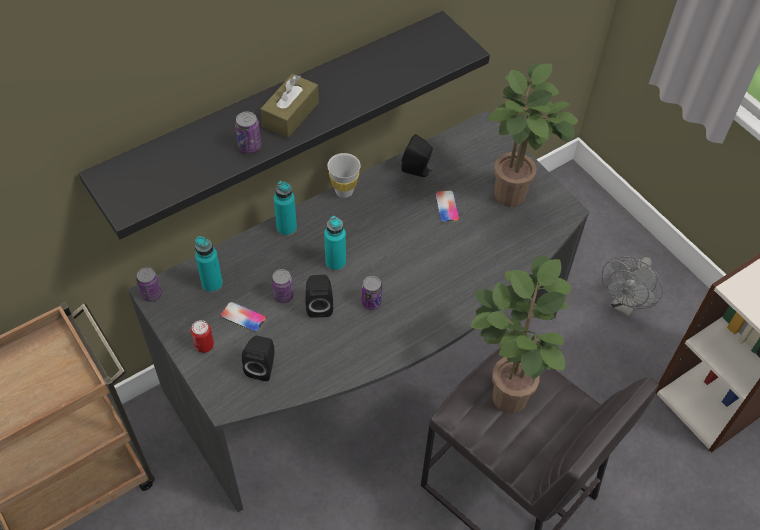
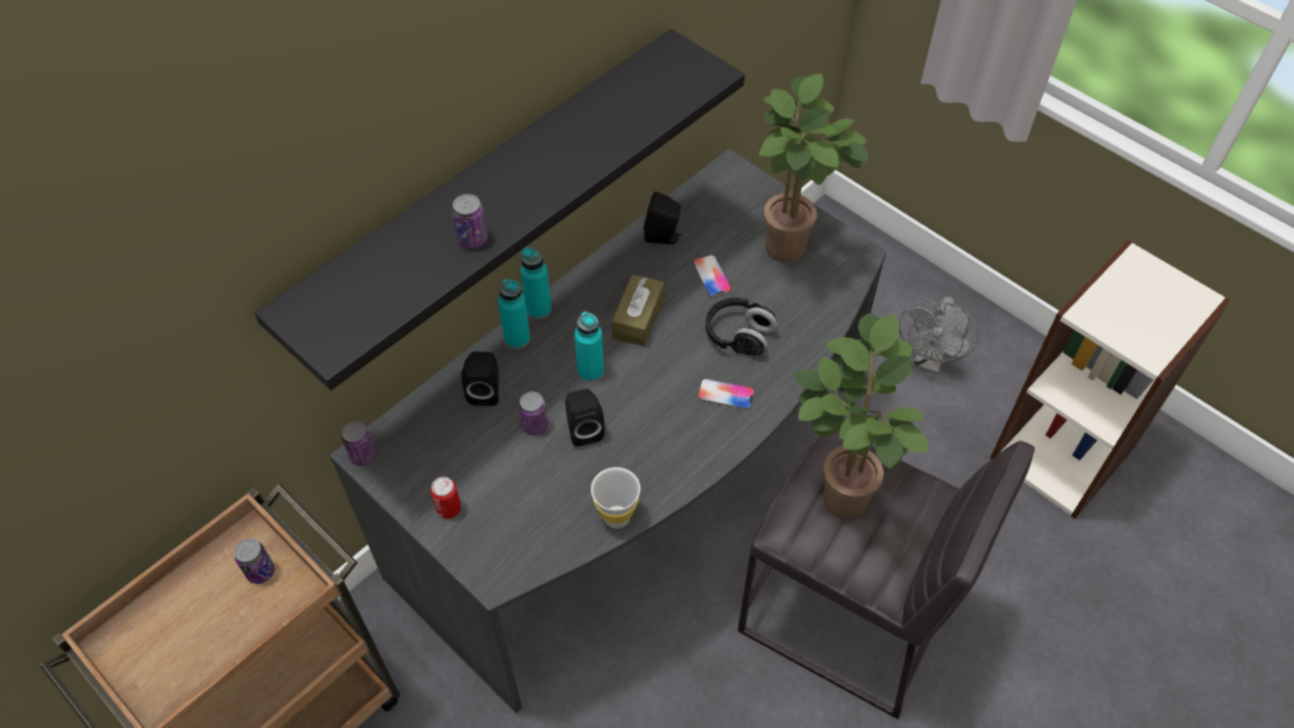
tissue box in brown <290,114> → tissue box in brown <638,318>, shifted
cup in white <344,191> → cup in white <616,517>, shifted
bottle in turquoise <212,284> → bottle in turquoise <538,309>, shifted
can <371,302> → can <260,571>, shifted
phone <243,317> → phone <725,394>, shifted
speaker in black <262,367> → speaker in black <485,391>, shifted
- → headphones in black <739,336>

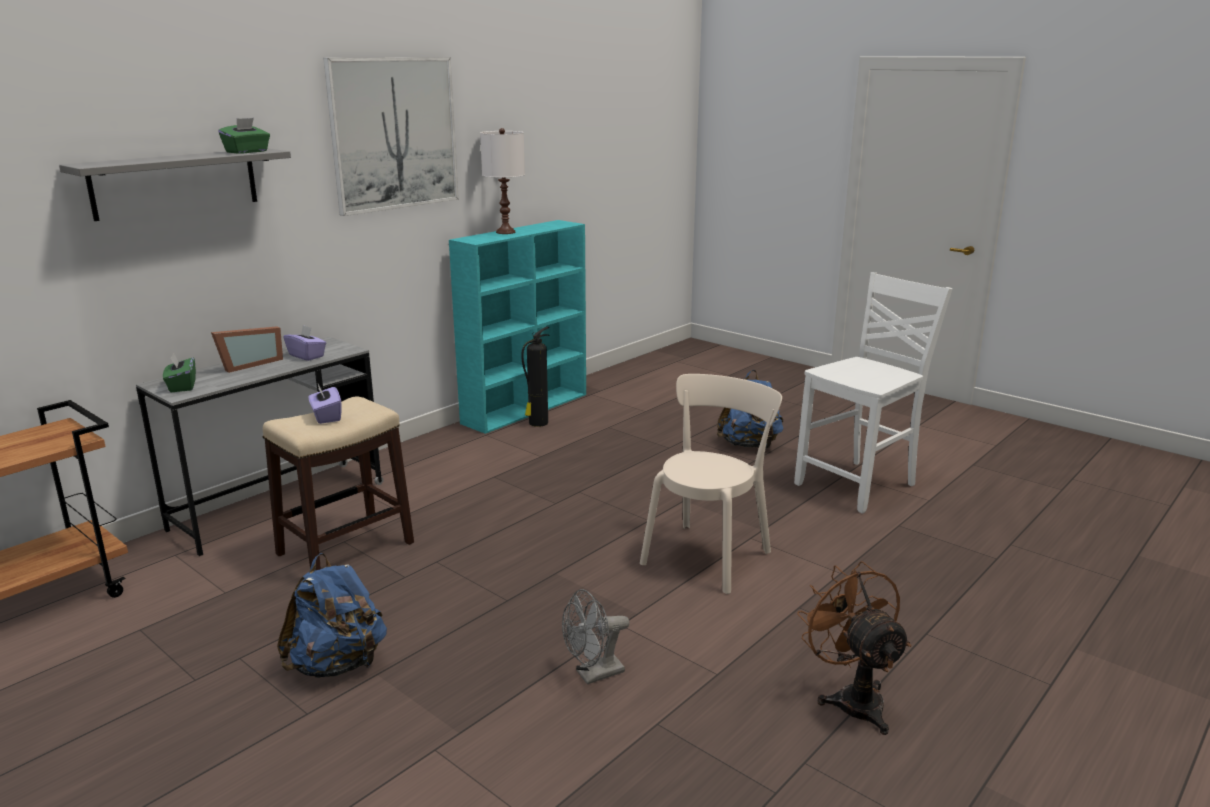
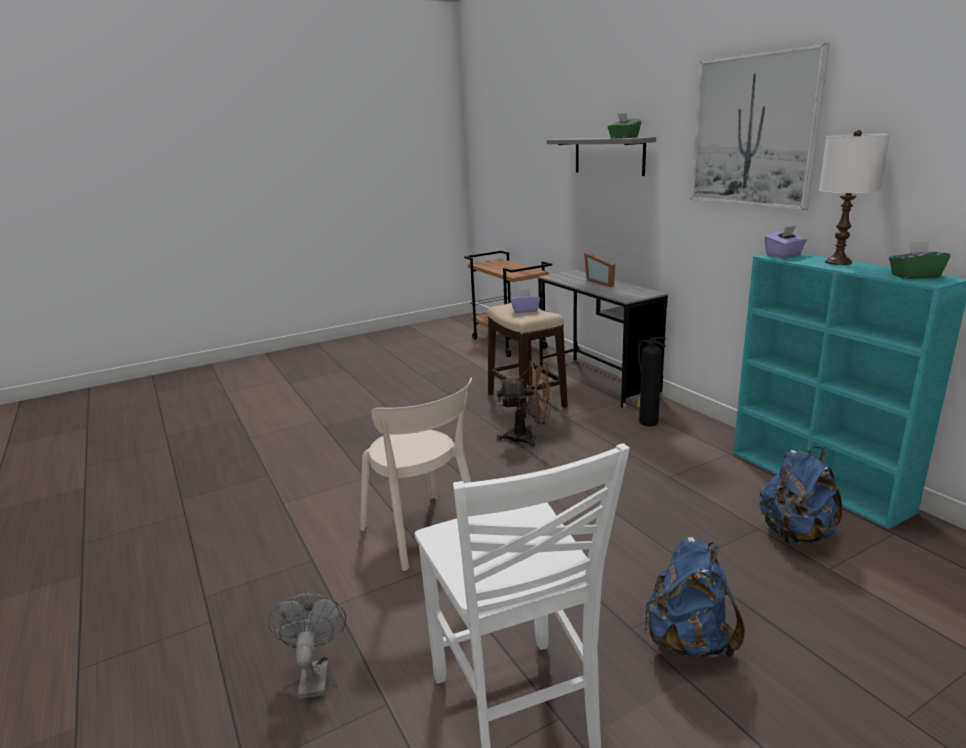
tissue box in purple <307,356> → tissue box in purple <784,255>, shifted
fire extinguisher <537,423> → fire extinguisher <647,422>, shifted
tissue box in green <182,386> → tissue box in green <914,276>, shifted
backpack in blue <337,665> → backpack in blue <796,534>, shifted
fan in brown <852,698> → fan in brown <528,437>, shifted
fan in grey <593,674> → fan in grey <314,674>, shifted

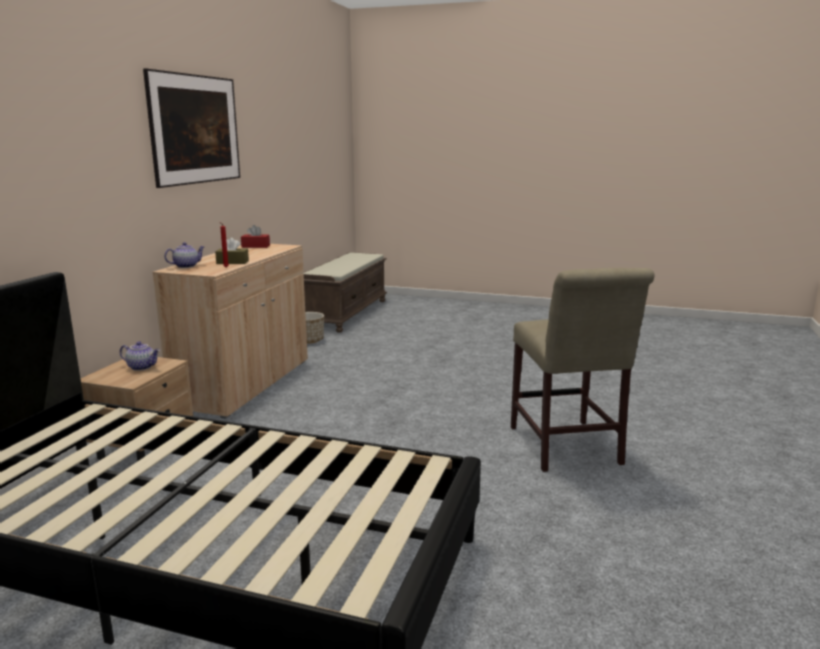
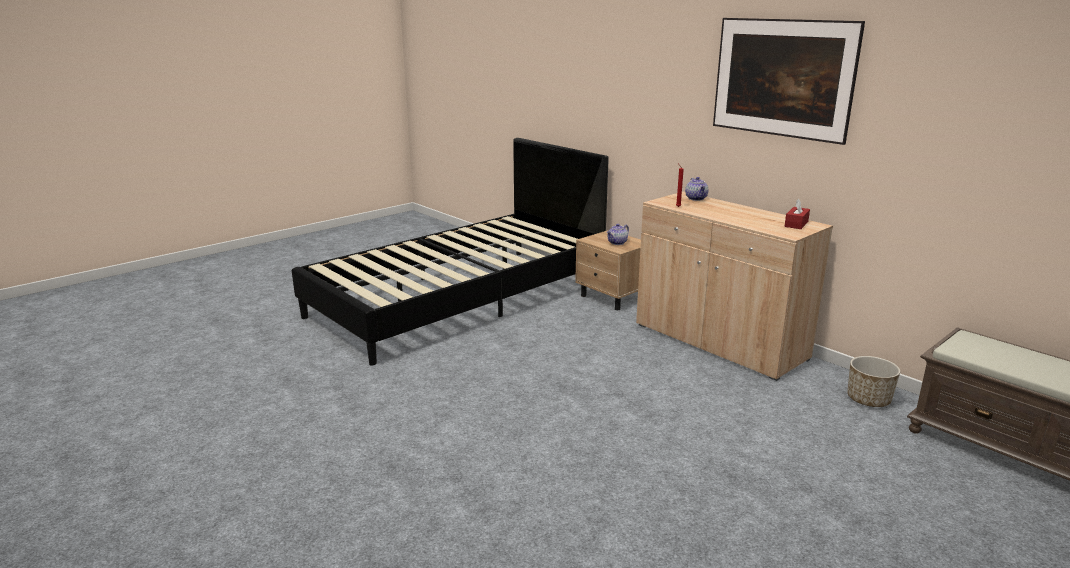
tissue box in brown <232,262> → -
chair in beige <566,448> → -

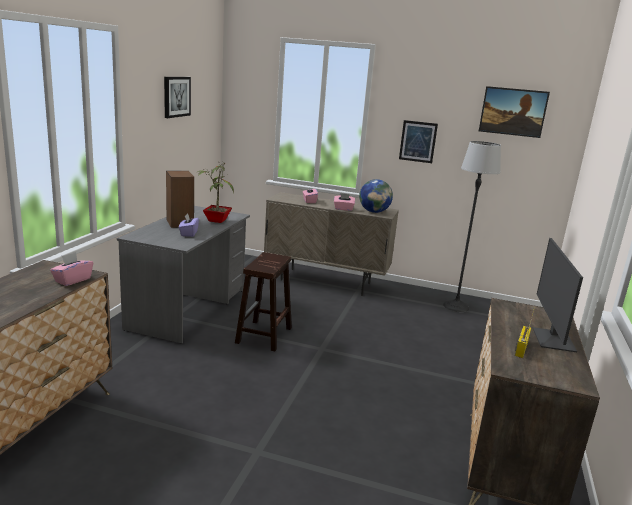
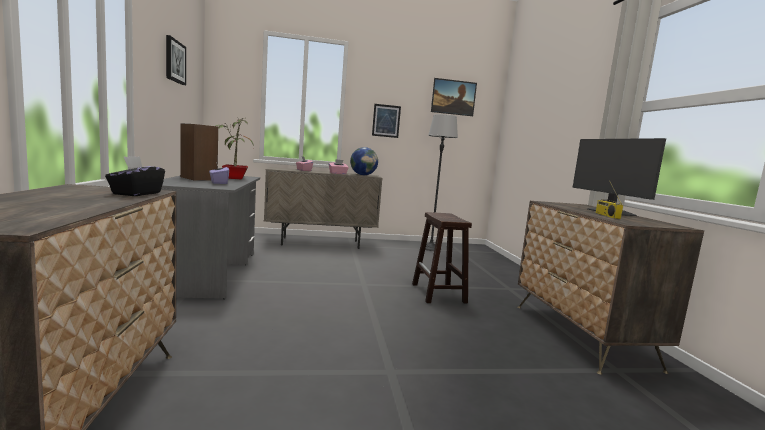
tissue box in pink <72,280> → tissue box in black <136,193>
stool in brown <264,336> → stool in brown <439,293>, shifted

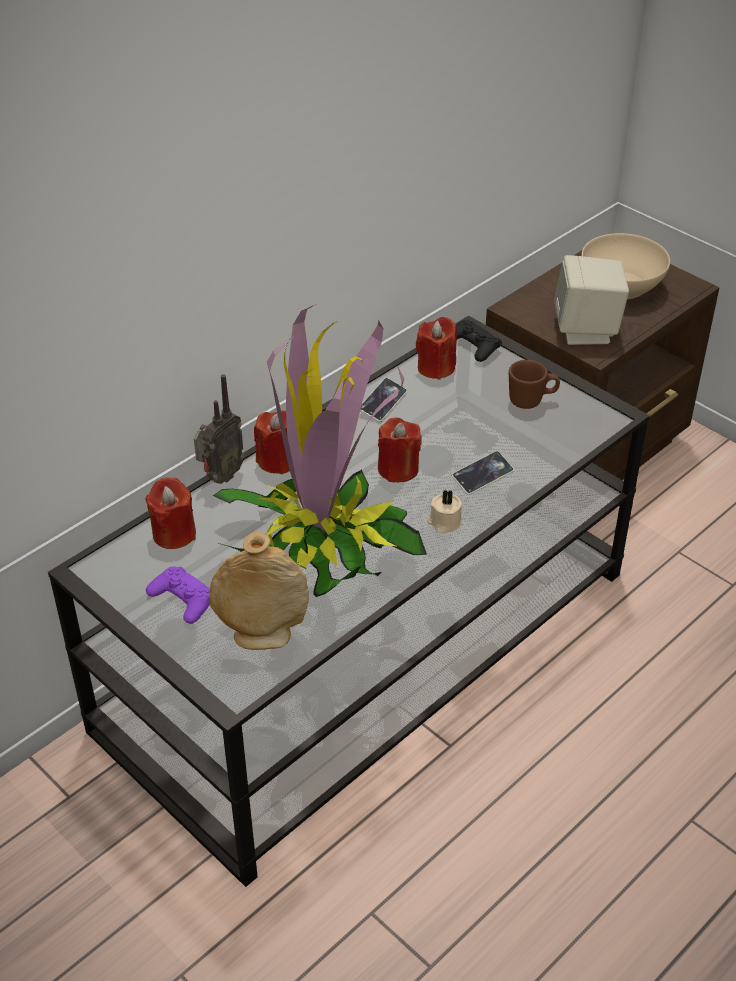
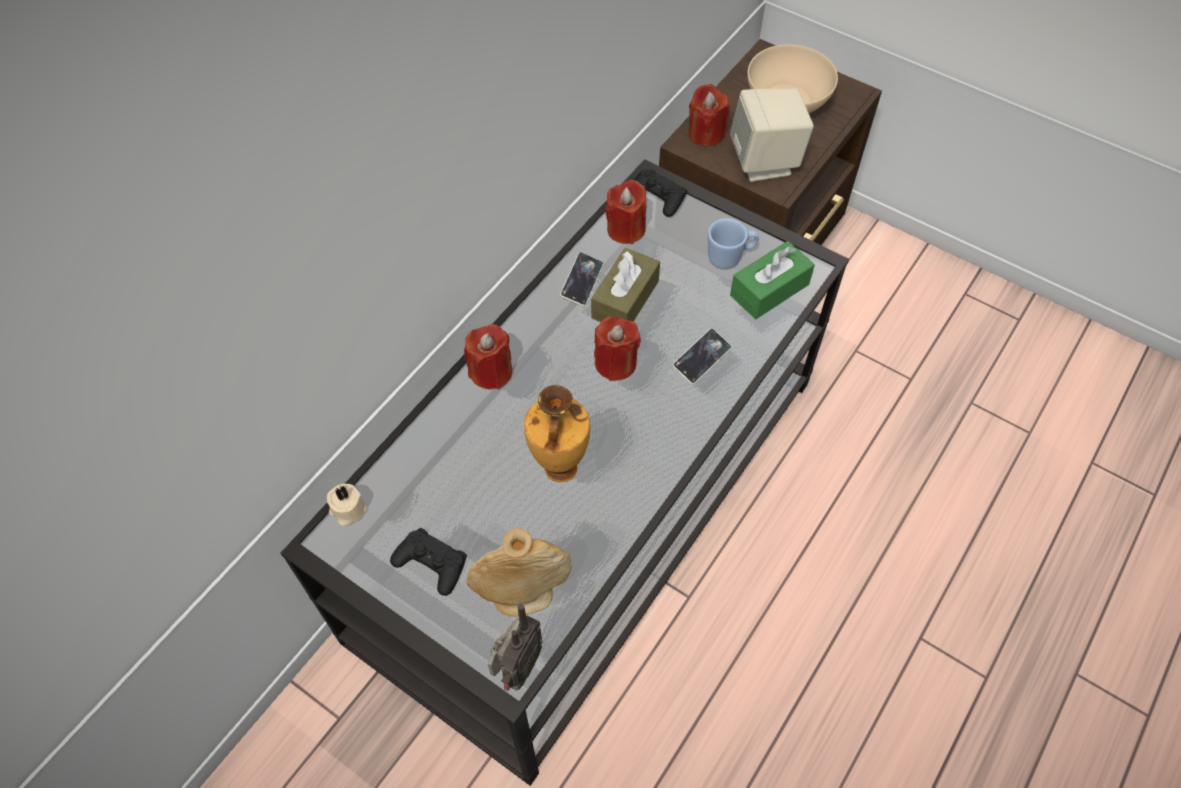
potted plant <322,544> → vase <559,470>
mug in brown <531,401> → mug in blue <730,257>
radio <220,477> → radio <517,669>, shifted
candle in red <174,534> → candle in red <706,133>, shifted
candle in beige <444,522> → candle in beige <348,510>, shifted
game controller in purple <183,599> → game controller in black <431,563>
- → tissue box in green <769,290>
- → tissue box in brown <625,299>

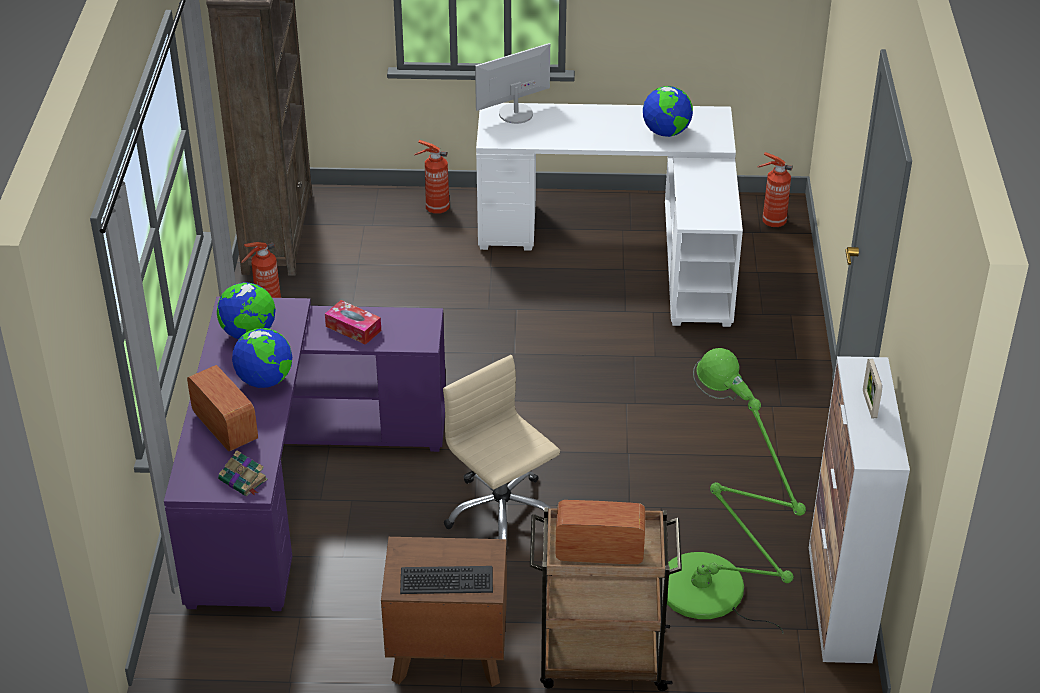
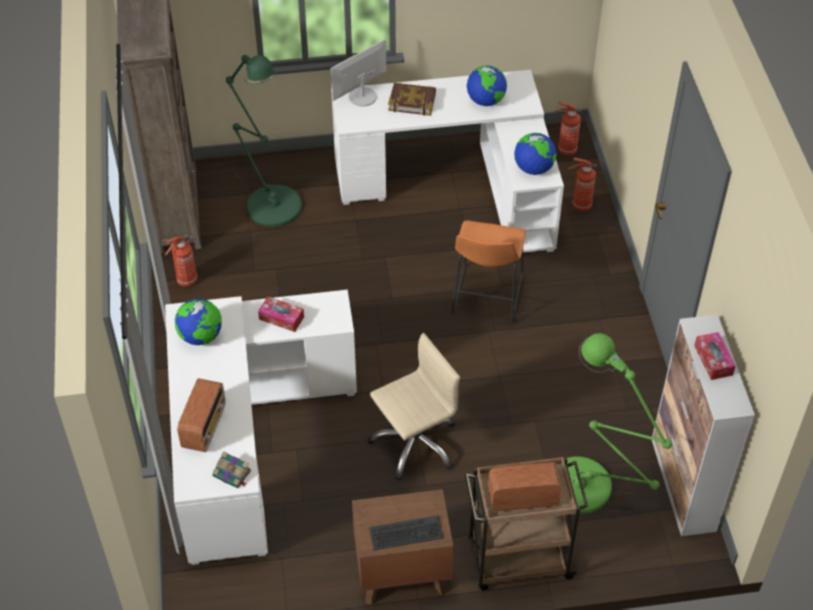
fire extinguisher <435,208> → fire extinguisher <580,206>, shifted
desk in purple <290,481> → desk in white <244,438>
globe <265,380> → globe <533,168>, shifted
office chair in beige <501,513> → office chair in beige <414,443>, 105 degrees clockwise
picture frame <869,405> → tissue box <713,360>
radio <225,427> → radio <204,426>, 60 degrees clockwise
- → floor lamp in green <270,201>
- → book <412,101>
- → stool in orange <486,298>

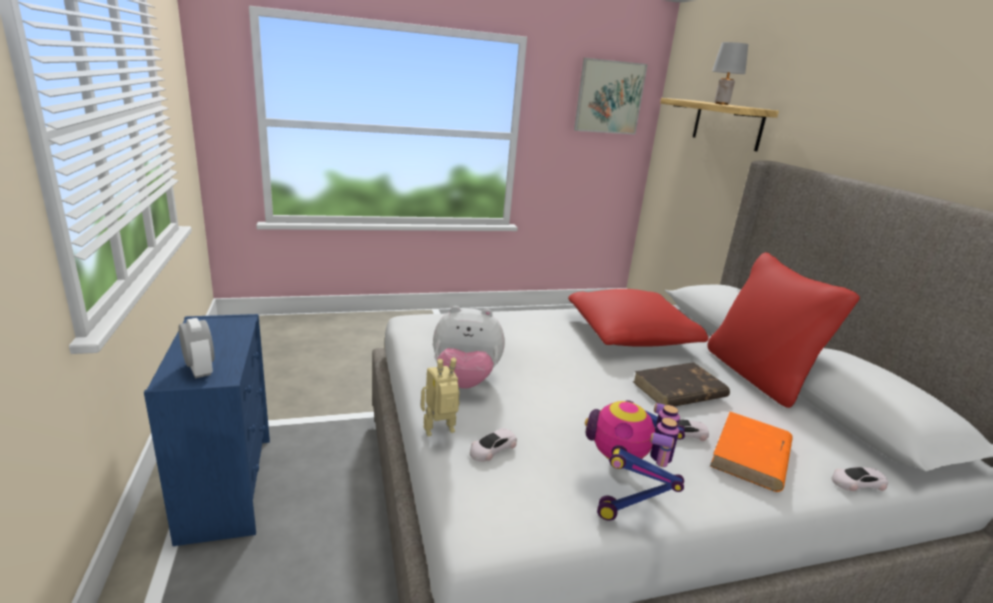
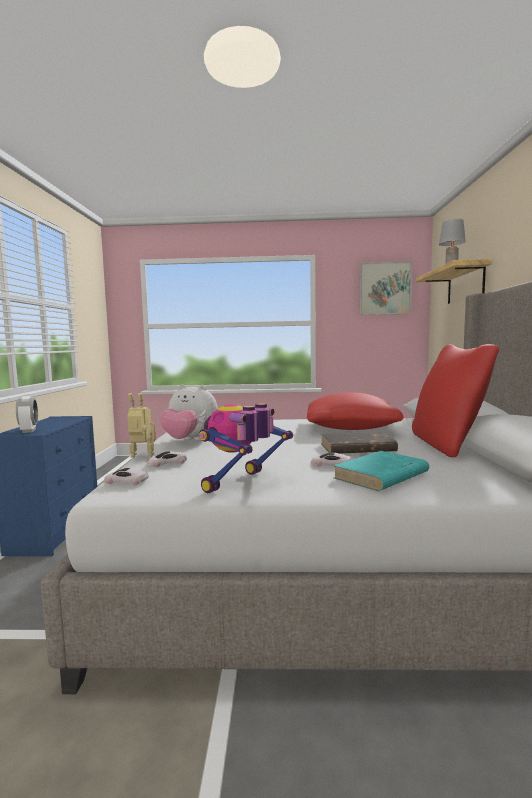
book in orange <751,455> → book in turquoise <381,475>
toy car in white <857,483> → toy car in white <126,481>, shifted

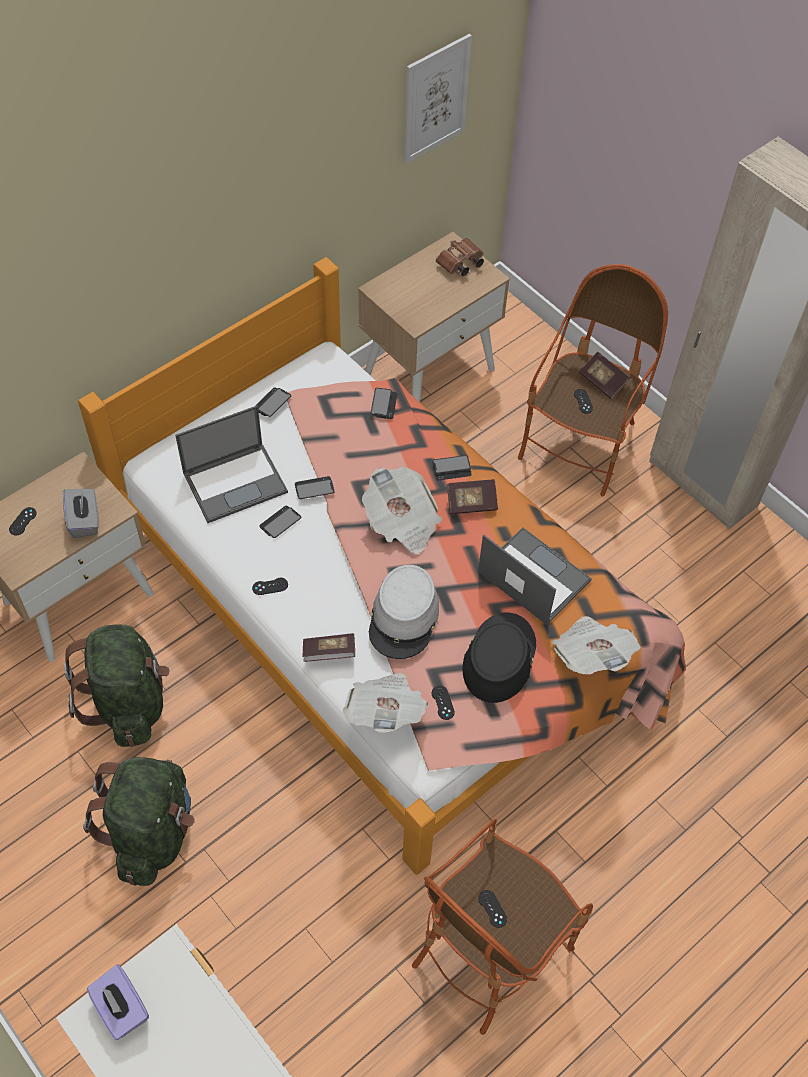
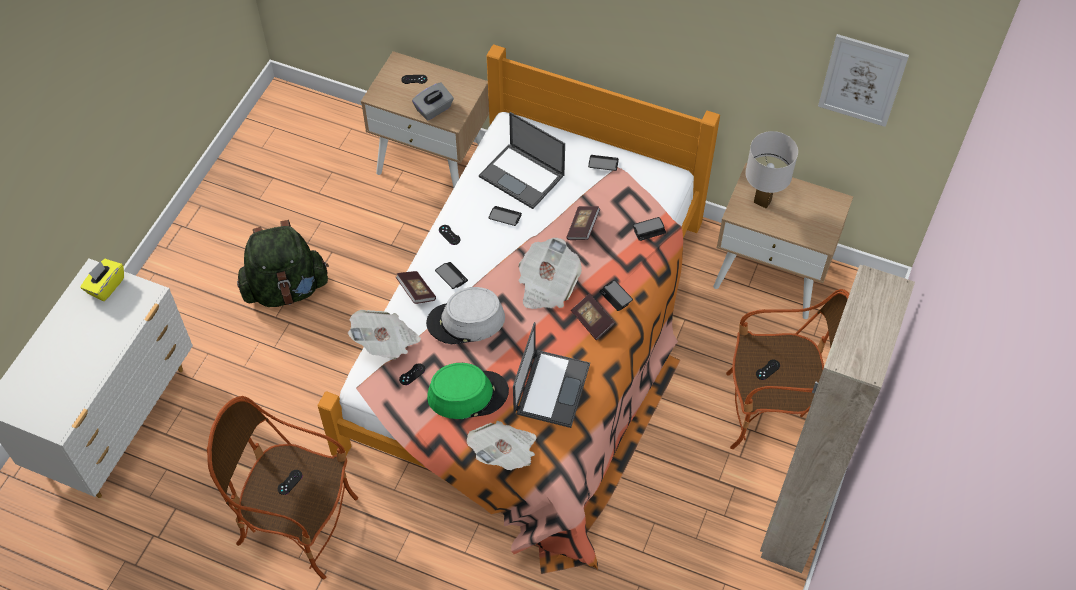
binoculars in brown <459,264> → -
book <602,381> → book <582,228>, shifted
phone <314,488> → phone <451,276>, shifted
hat in black <499,658> → hat in green <467,394>
backpack in green <128,702> → -
tissue box in purple <121,1008> → tissue box in yellow <106,286>
- → table lamp in white <762,202>

